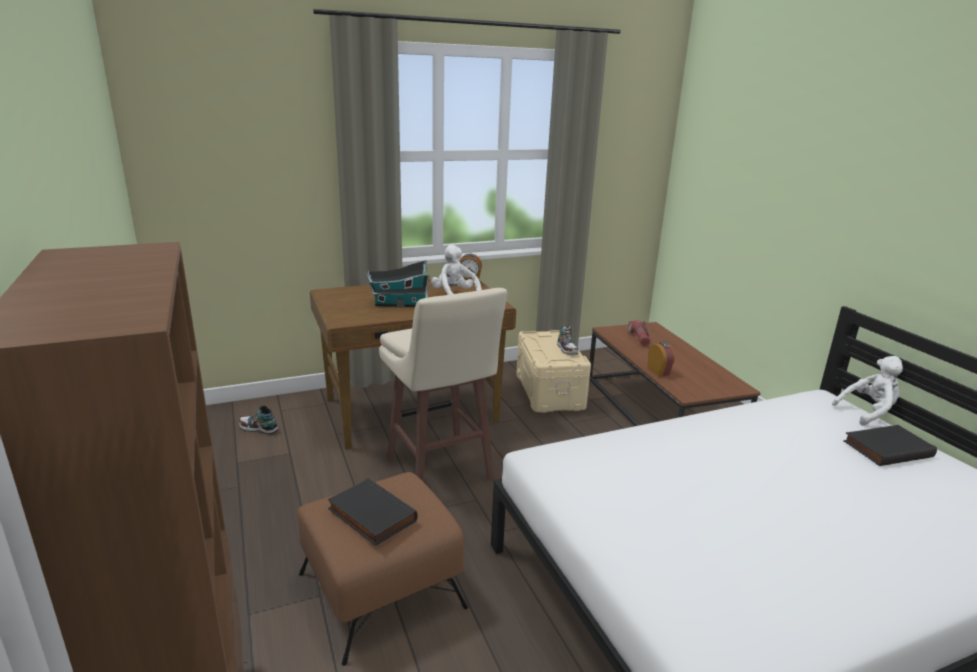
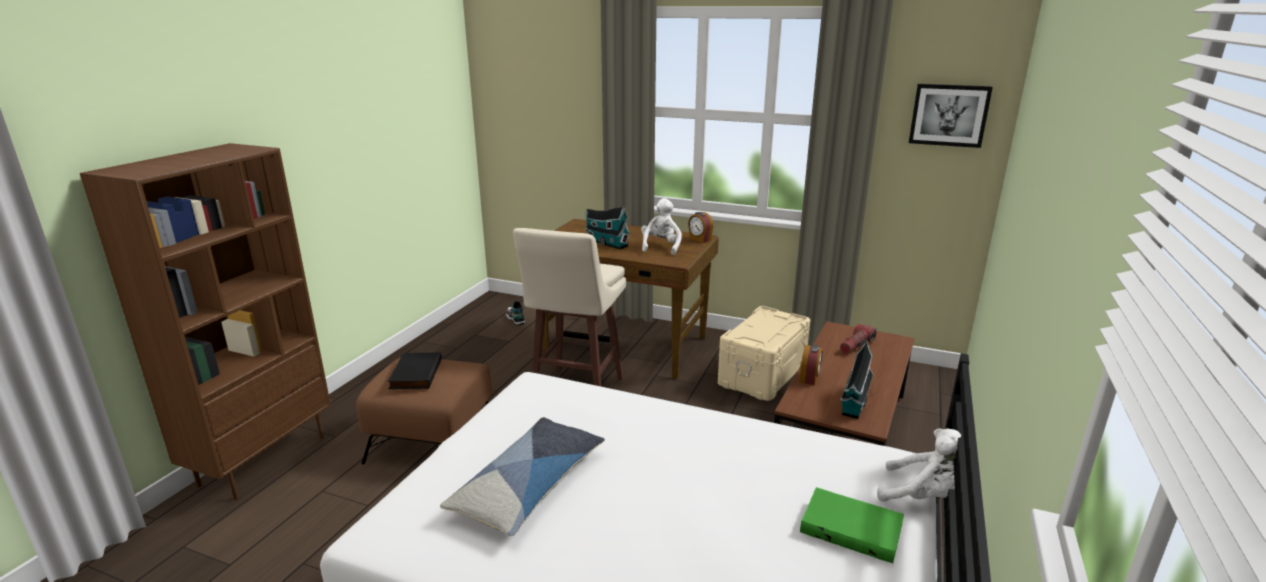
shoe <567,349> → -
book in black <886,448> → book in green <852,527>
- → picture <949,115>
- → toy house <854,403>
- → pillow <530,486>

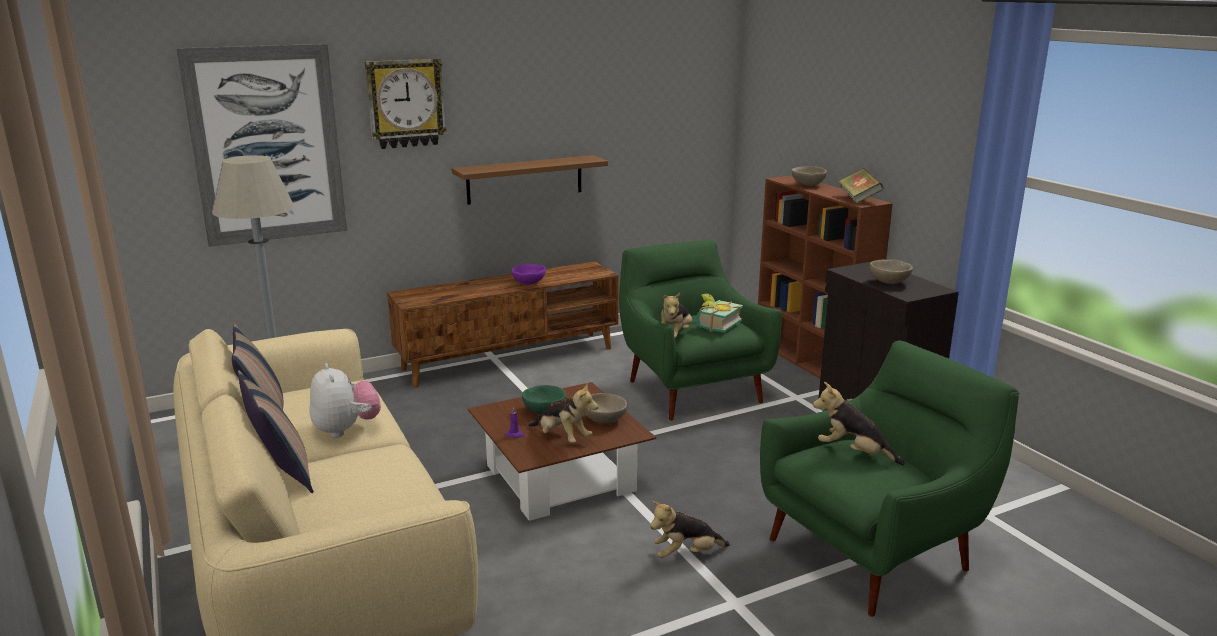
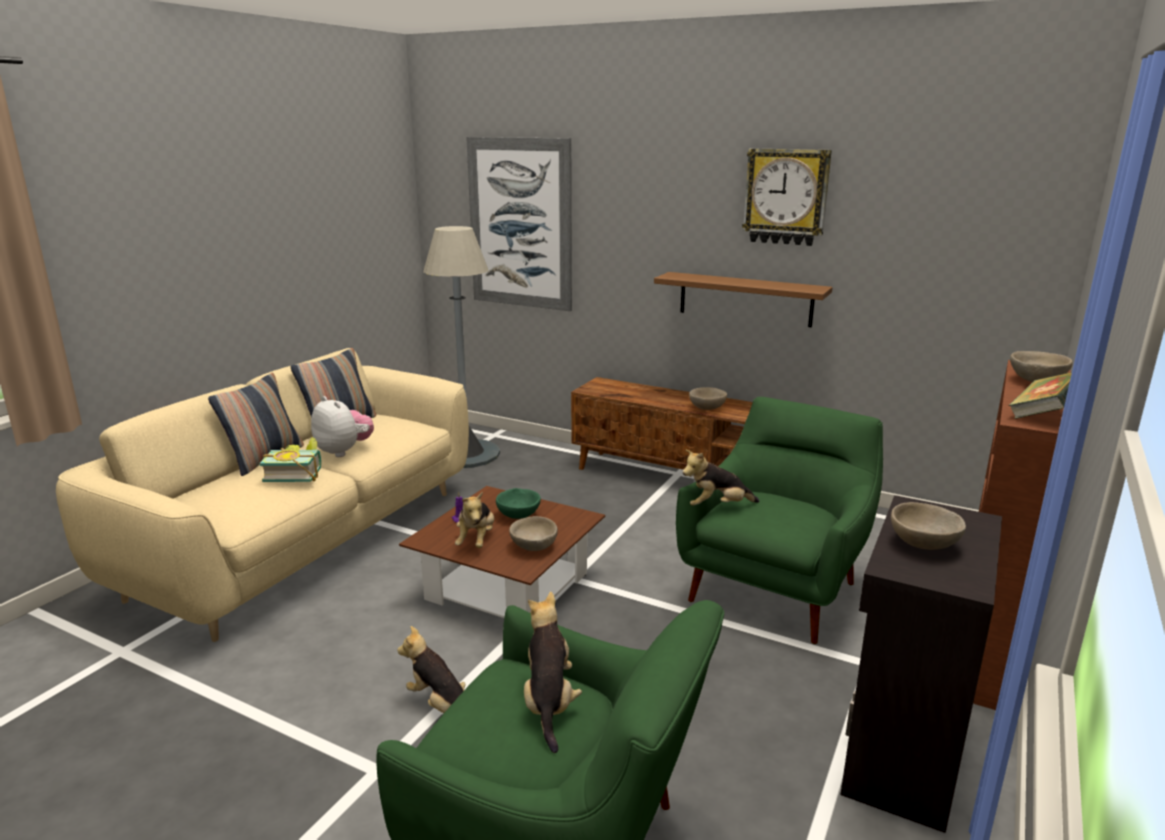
wall clock <405,103> → wall clock <786,197>, shifted
bowl in purple <529,282> → bowl in beige <707,408>
book <714,325> → book <295,474>, shifted
plush toy <346,429> → plush toy <344,451>, 75 degrees counterclockwise

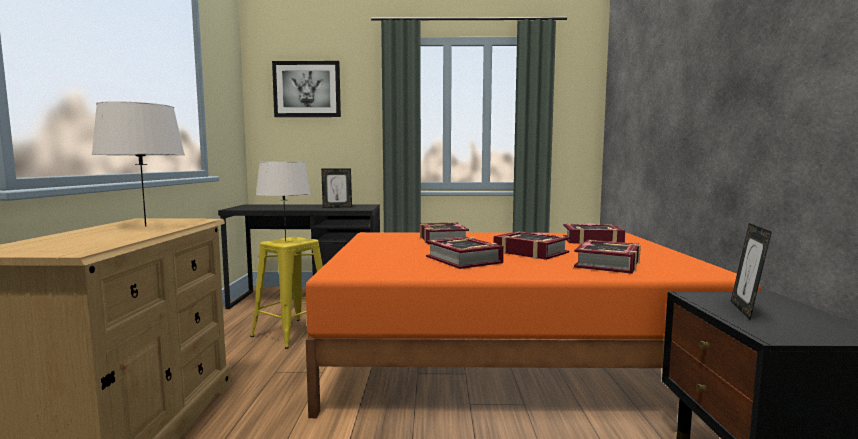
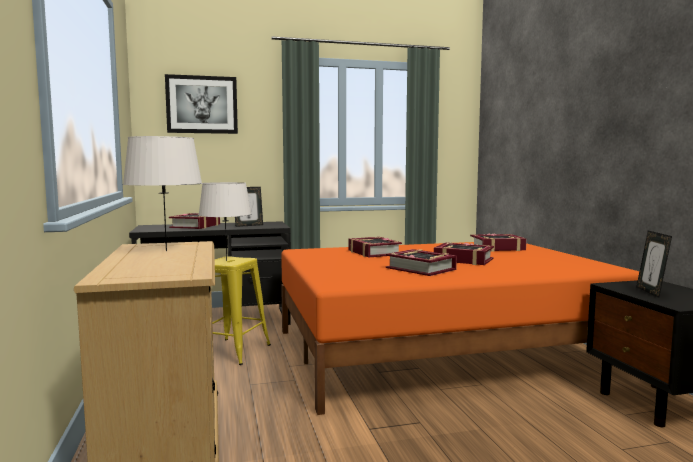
book <608,264> → book <196,226>, shifted

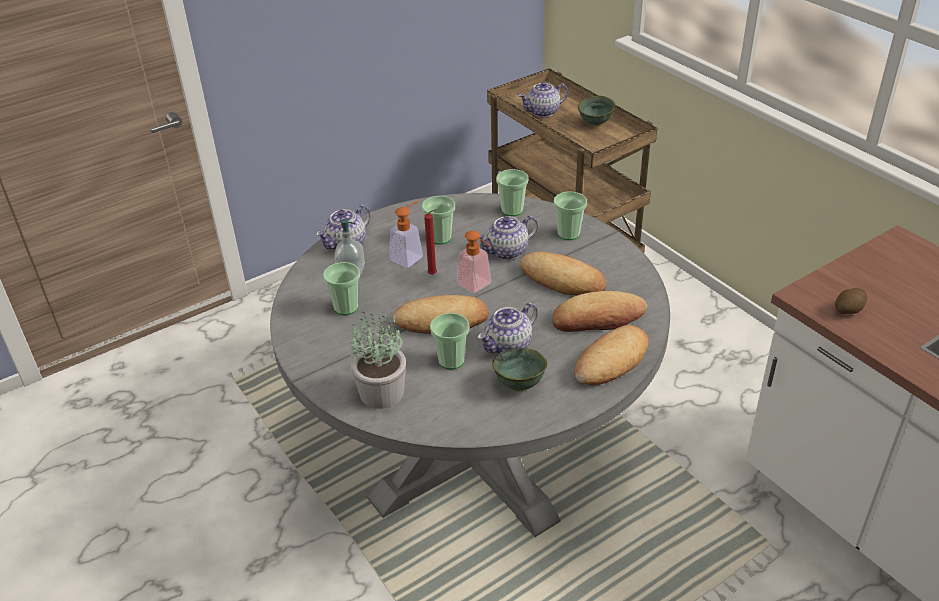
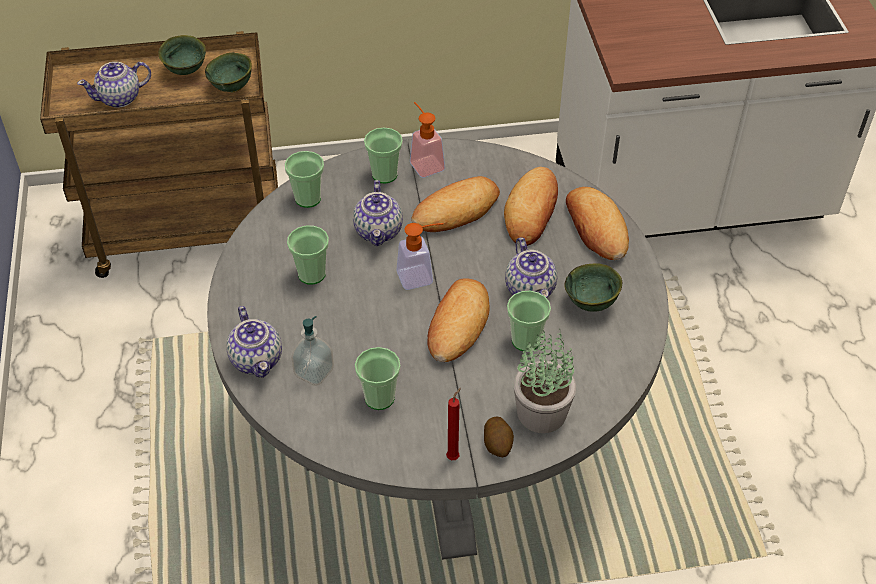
teapot <543,112> → teapot <120,98>, 60 degrees clockwise
soap dispenser <410,256> → soap dispenser <424,163>, shifted
candle in red <434,275> → candle in red <454,456>, shifted
potato <848,310> → potato <498,444>, shifted
- → bowl in green <232,88>

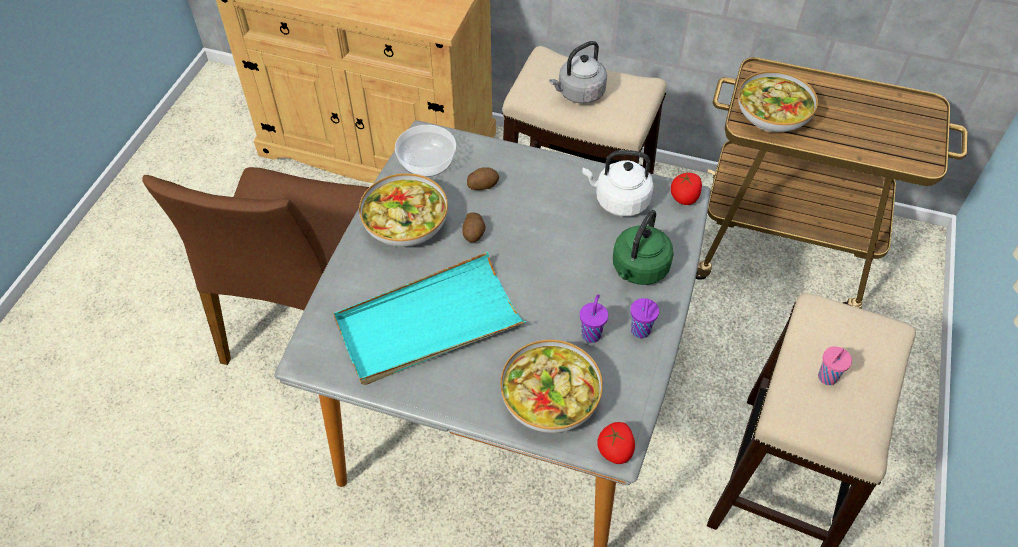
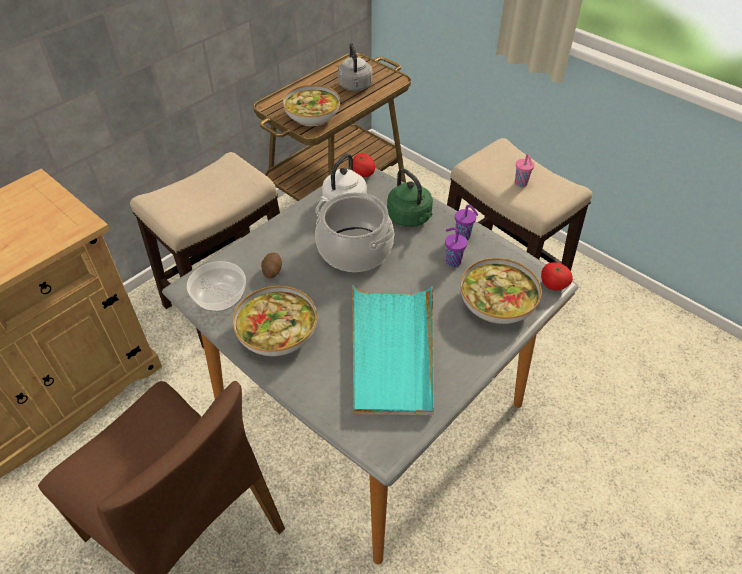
kettle in grey <579,94> → kettle in grey <355,87>, shifted
potato <474,233> → -
- → cooking pot <355,249>

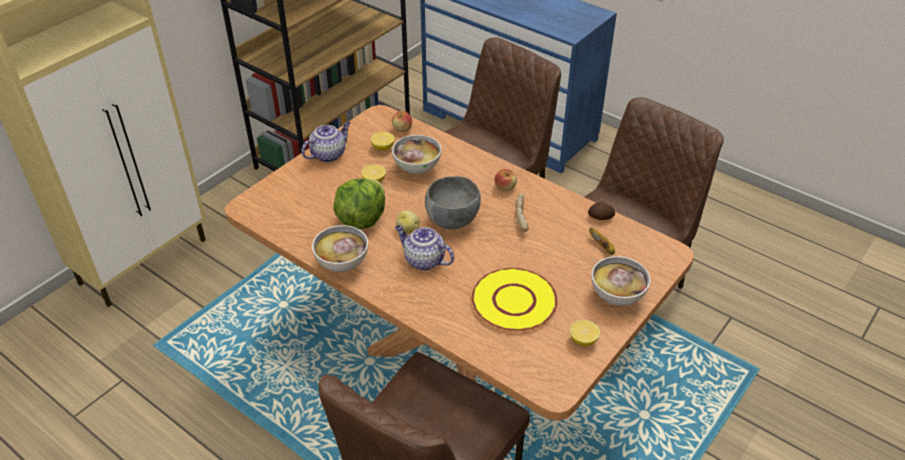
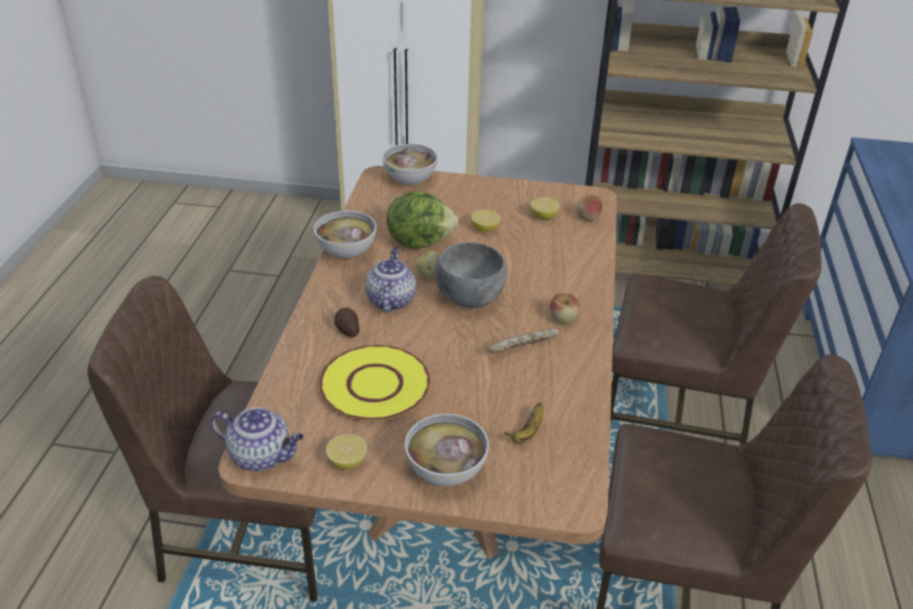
teapot <328,154> → teapot <262,456>, shifted
bowl <417,168> → bowl <410,180>, shifted
potato <601,217> → potato <347,330>, shifted

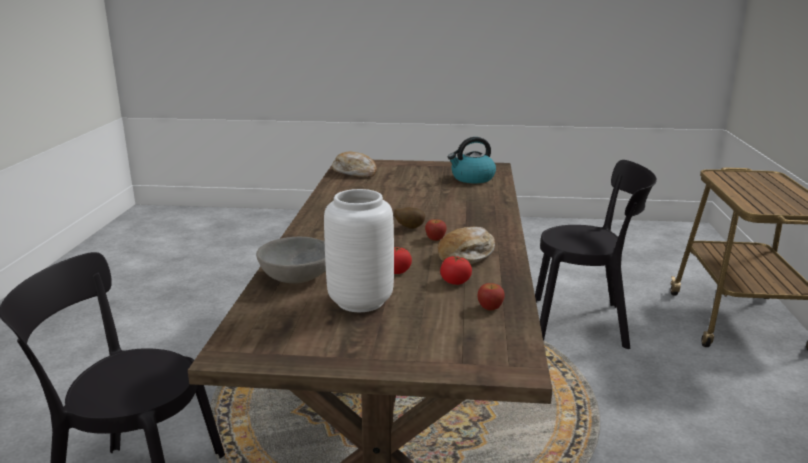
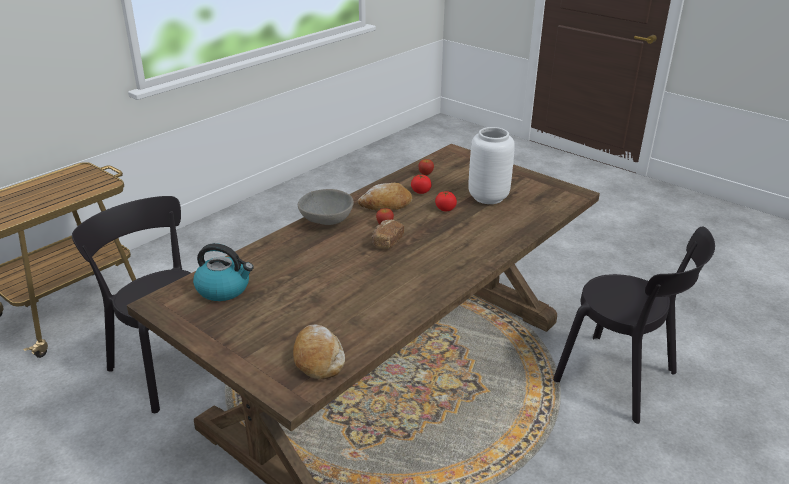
potato <409,228> → bread <386,242>
bowl in grey <298,278> → bowl in grey <325,220>, shifted

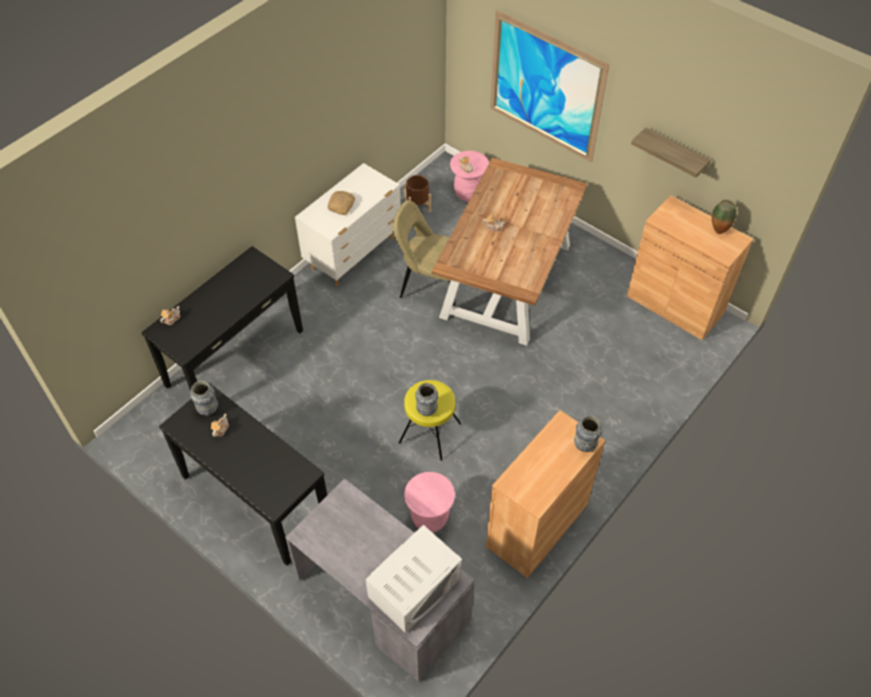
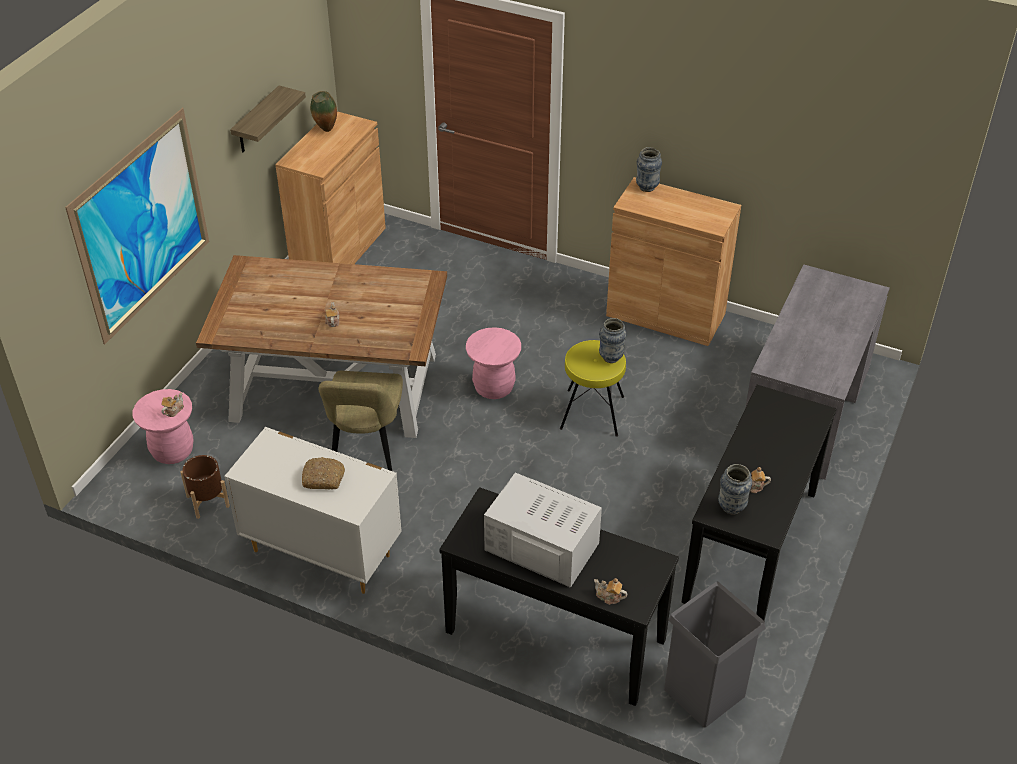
stool in pink <429,517> → stool in pink <494,387>, shifted
microwave in white <415,587> → microwave in white <541,546>, shifted
- → trash can in grey <704,692>

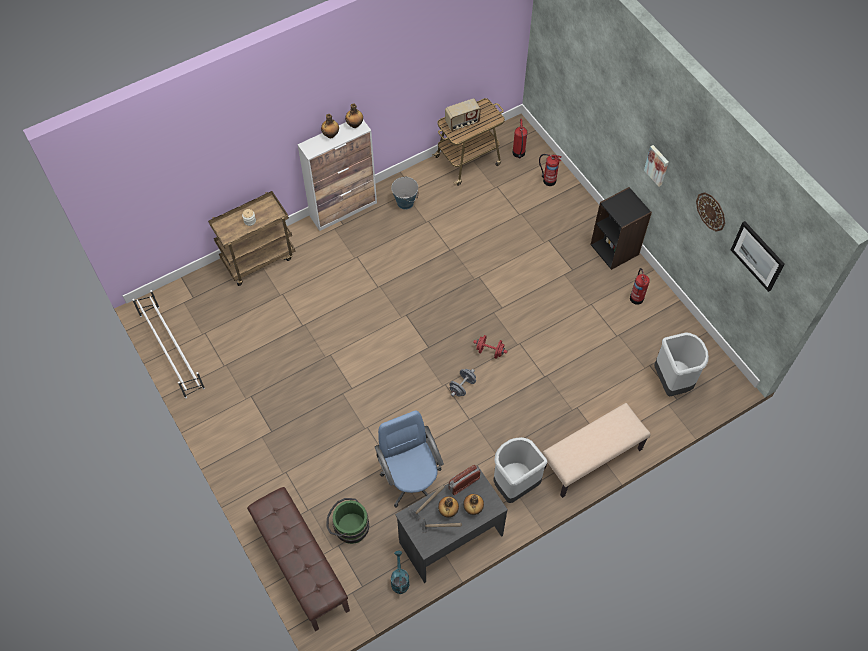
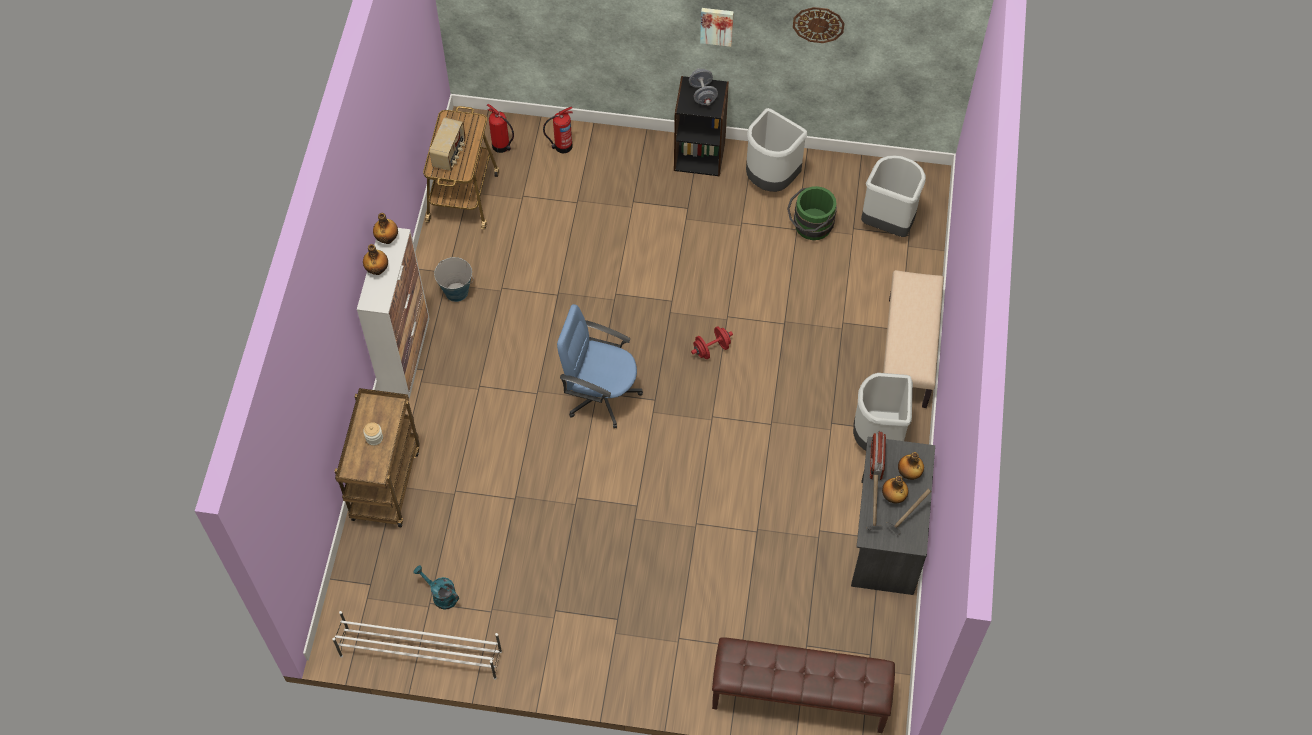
picture <758,256> → -
fire extinguisher <636,297> → trash can in grey <770,180>
dumbbell in grey <462,386> → dumbbell in grey <702,94>, shifted
office chair in blue <411,479> → office chair in blue <601,394>, shifted
bucket in green <348,527> → bucket in green <810,226>, shifted
watering can in turquoise <399,580> → watering can in turquoise <440,595>, shifted

